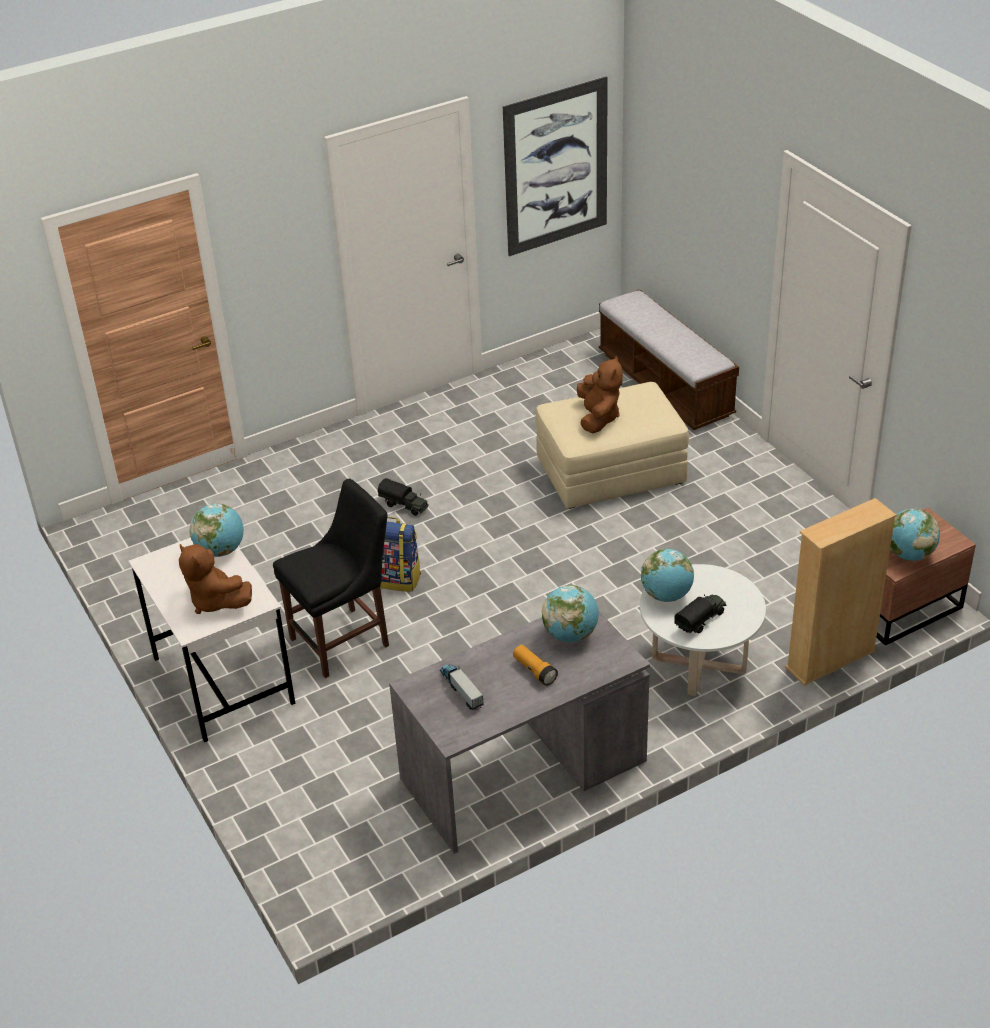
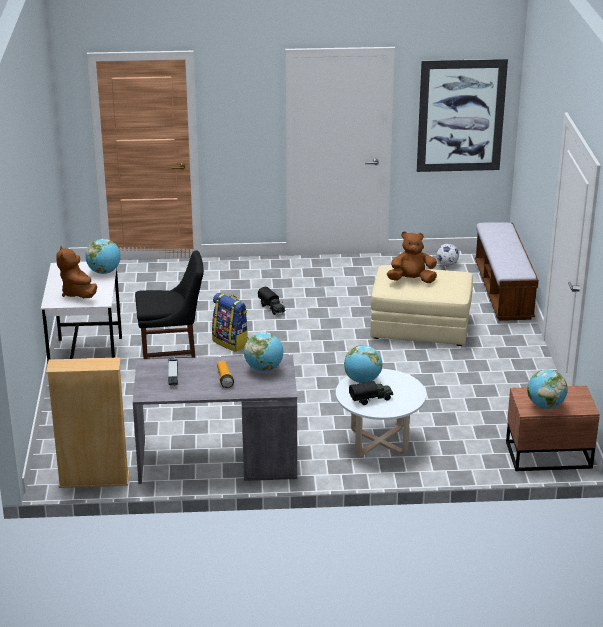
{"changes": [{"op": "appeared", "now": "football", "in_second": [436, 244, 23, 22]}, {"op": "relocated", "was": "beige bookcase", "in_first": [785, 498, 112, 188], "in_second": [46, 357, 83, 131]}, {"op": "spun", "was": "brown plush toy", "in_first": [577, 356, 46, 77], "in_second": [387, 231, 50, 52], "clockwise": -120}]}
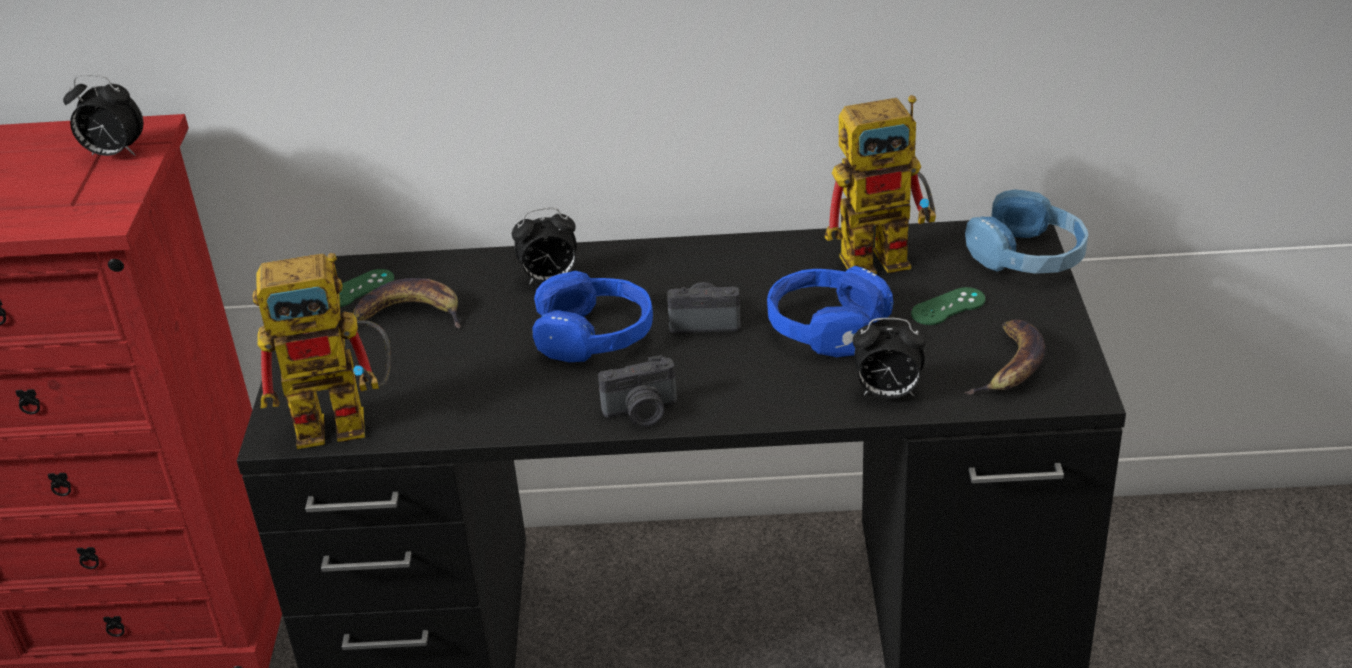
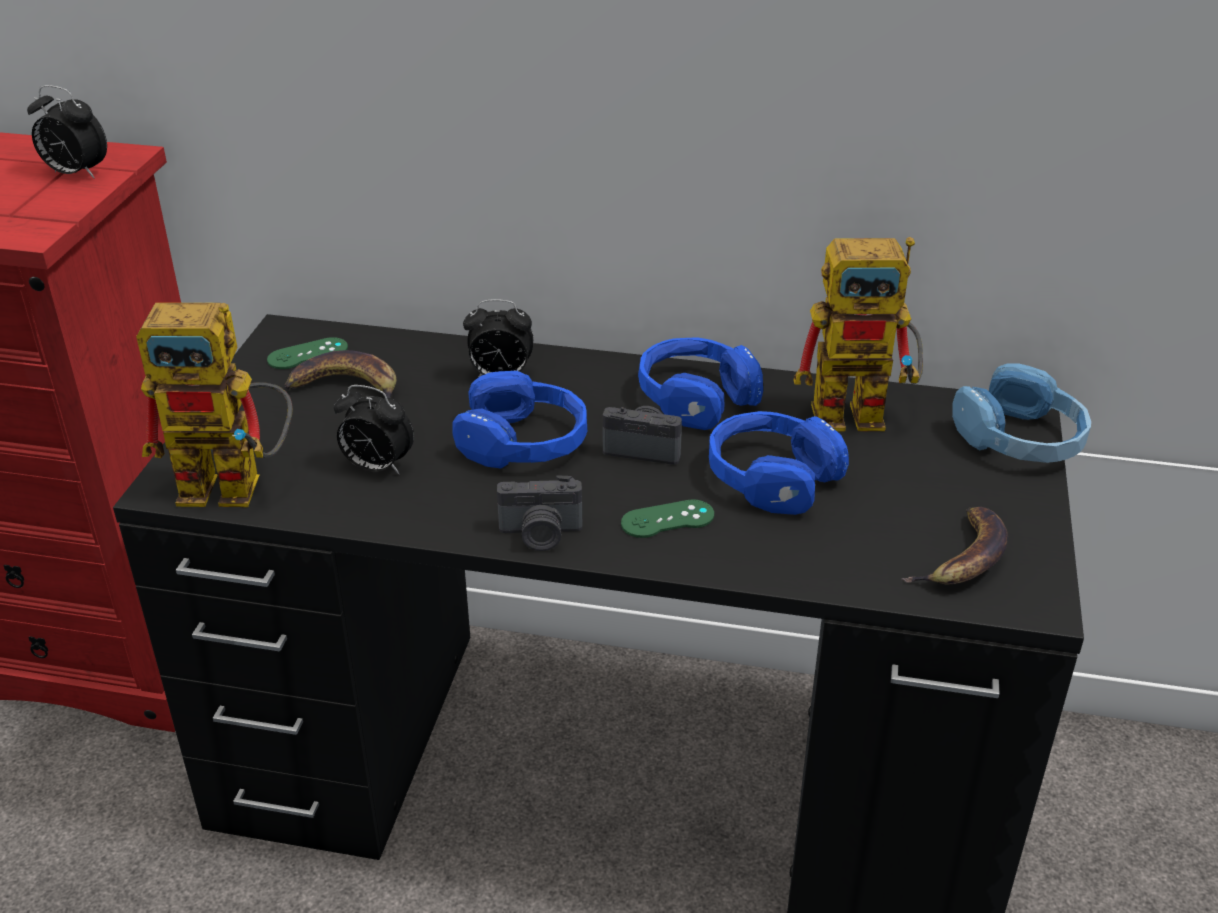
{"changes": [{"op": "appeared", "now": "blue headphones", "in_second": [638, 337, 125, 93]}, {"op": "relocated", "was": "alarm clock", "in_first": [853, 318, 73, 80], "in_second": [334, 385, 80, 89]}, {"op": "relocated", "was": "green game controller", "in_first": [911, 287, 74, 38], "in_second": [621, 499, 93, 39]}]}
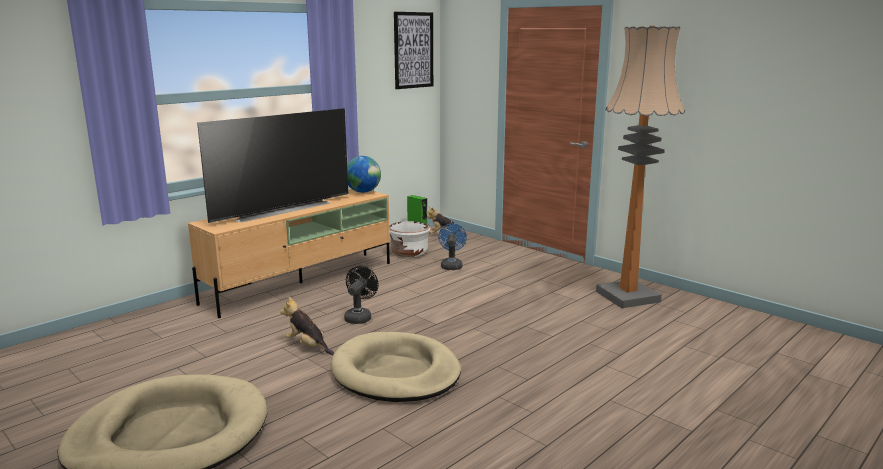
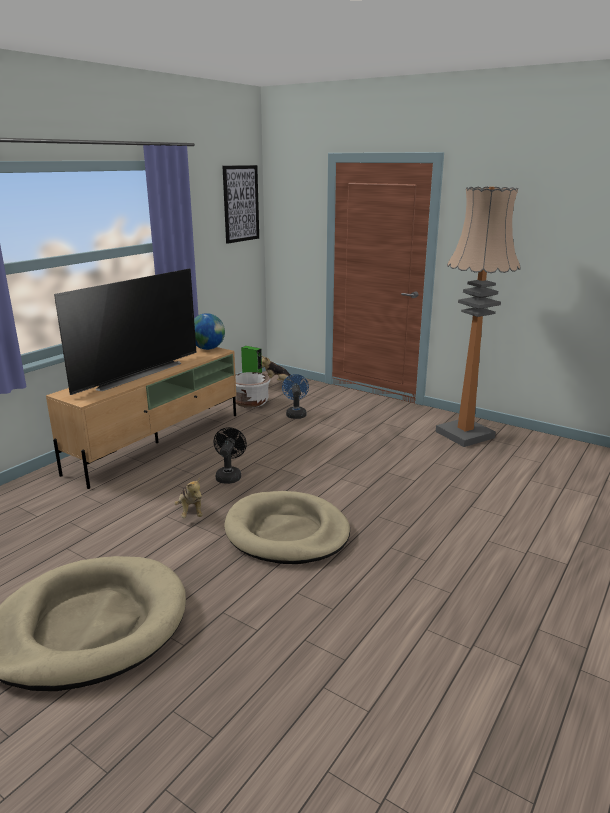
{"changes": [{"op": "spun", "was": "plush toy", "in_first": [280, 297, 54, 58], "in_second": [174, 477, 29, 41], "clockwise": -135}]}
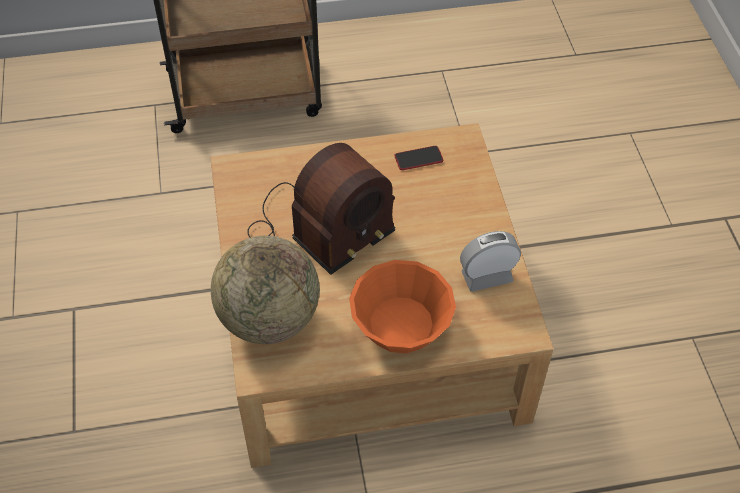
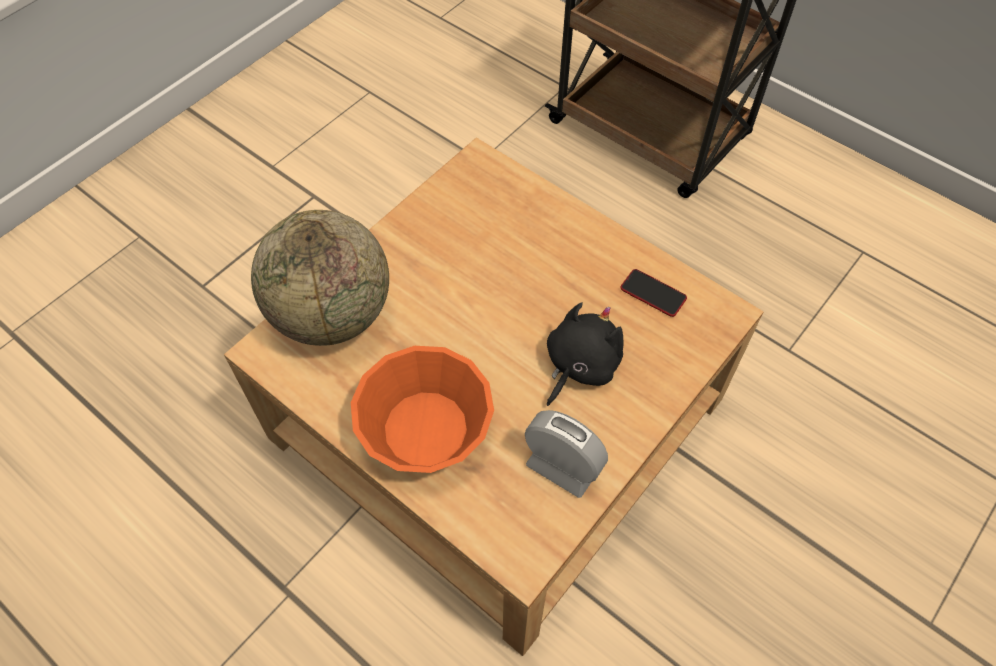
{"changes": [{"op": "missing", "was": "radio", "in_first": [247, 143, 148, 132]}, {"op": "appeared", "now": "black plush toy", "in_second": [547, 302, 76, 104]}]}
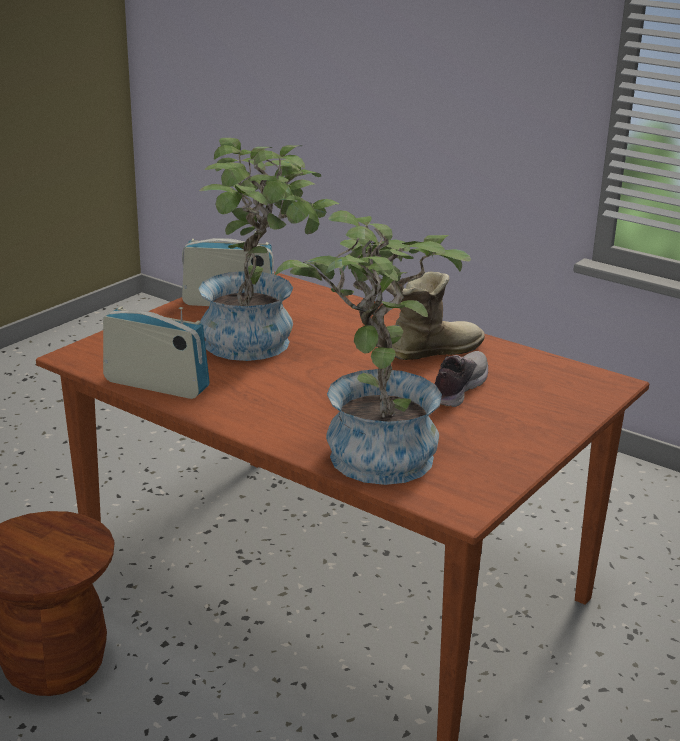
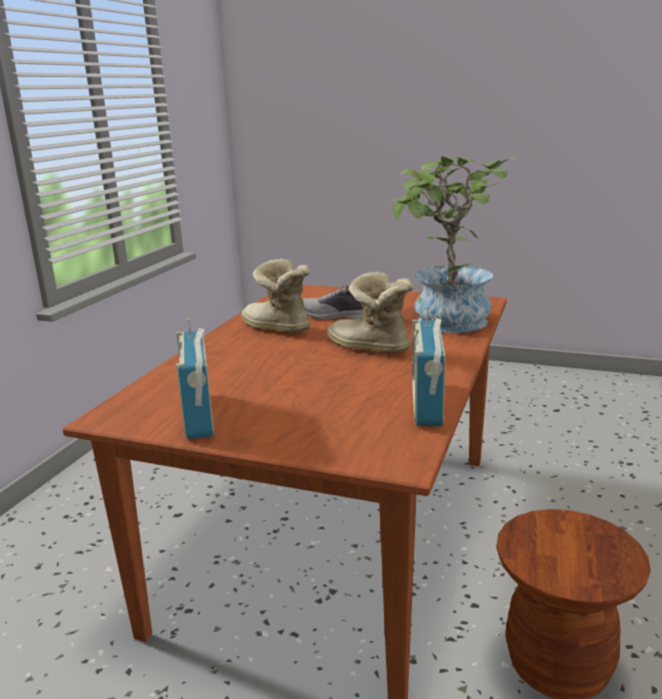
{"changes": [{"op": "missing", "was": "potted plant", "in_first": [198, 138, 141, 223]}, {"op": "appeared", "now": "boot", "in_second": [327, 272, 87, 81]}]}
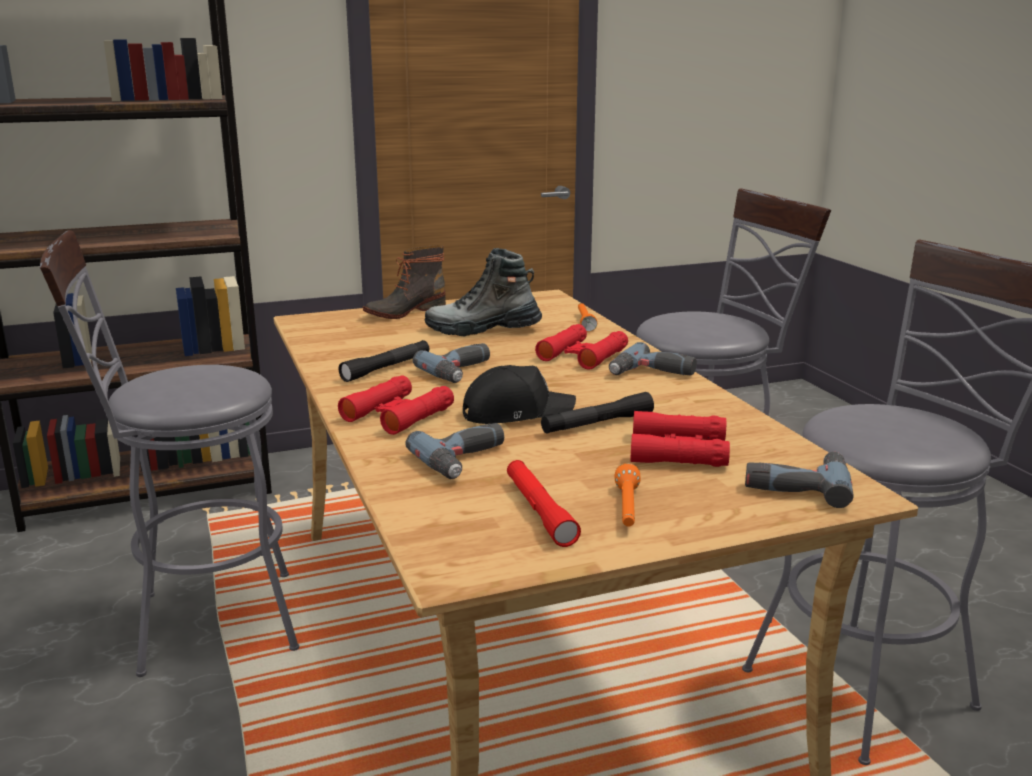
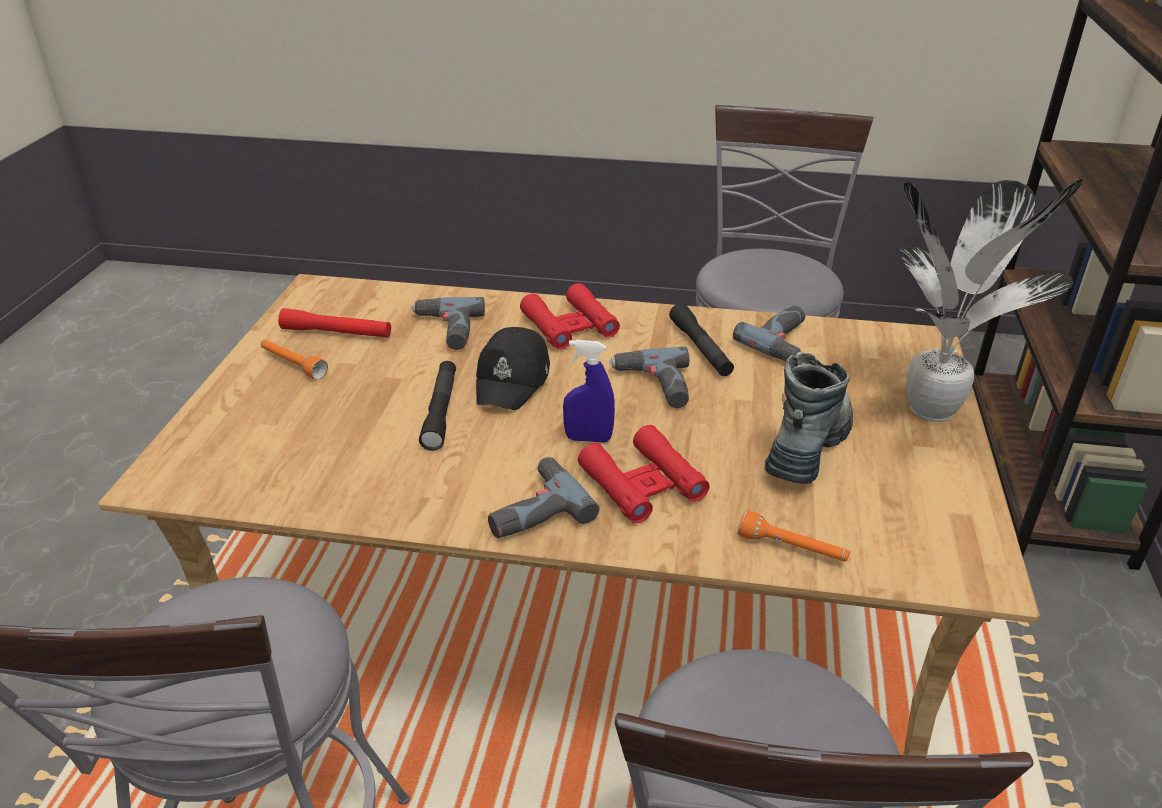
{"changes": [{"op": "missing", "was": "red binoculars", "in_first": [630, 411, 100, 56]}, {"op": "appeared", "now": "blue spray bottle", "in_second": [563, 340, 52, 103]}, {"op": "relocated", "was": "power drill", "in_first": [745, 452, 109, 56], "in_second": [733, 305, 72, 56]}, {"op": "exchanged", "was": "boot", "now": "potted plant", "in_first": [363, 245, 83, 74], "in_second": [900, 179, 183, 243]}]}
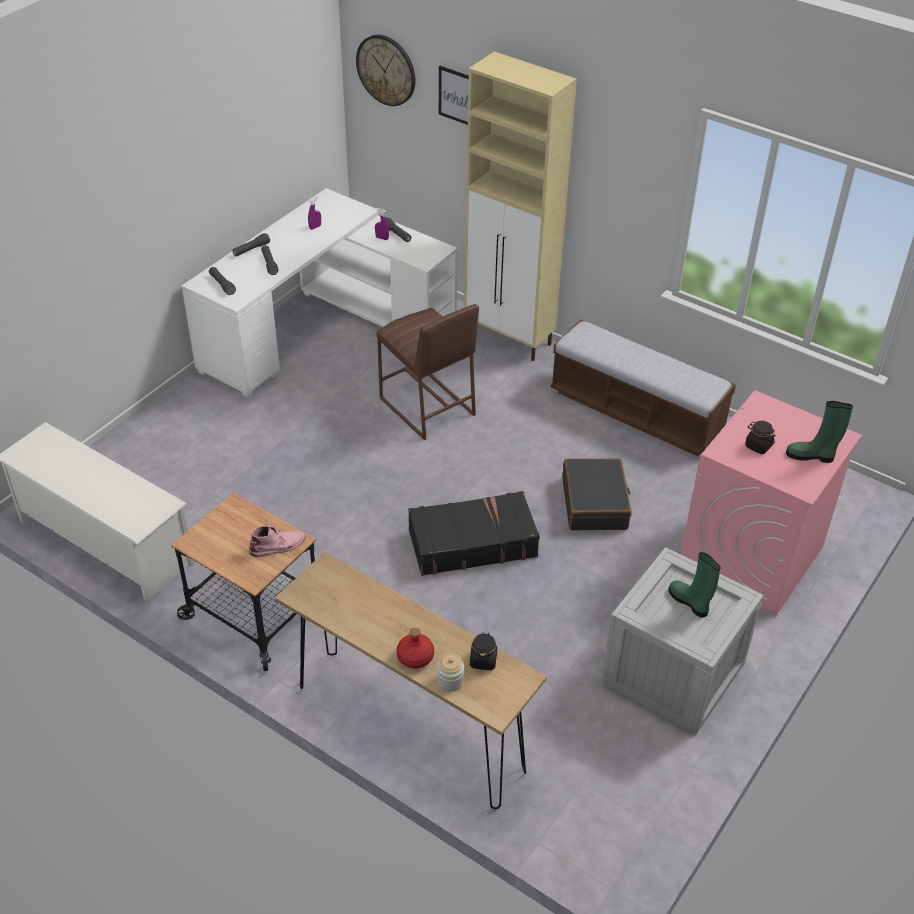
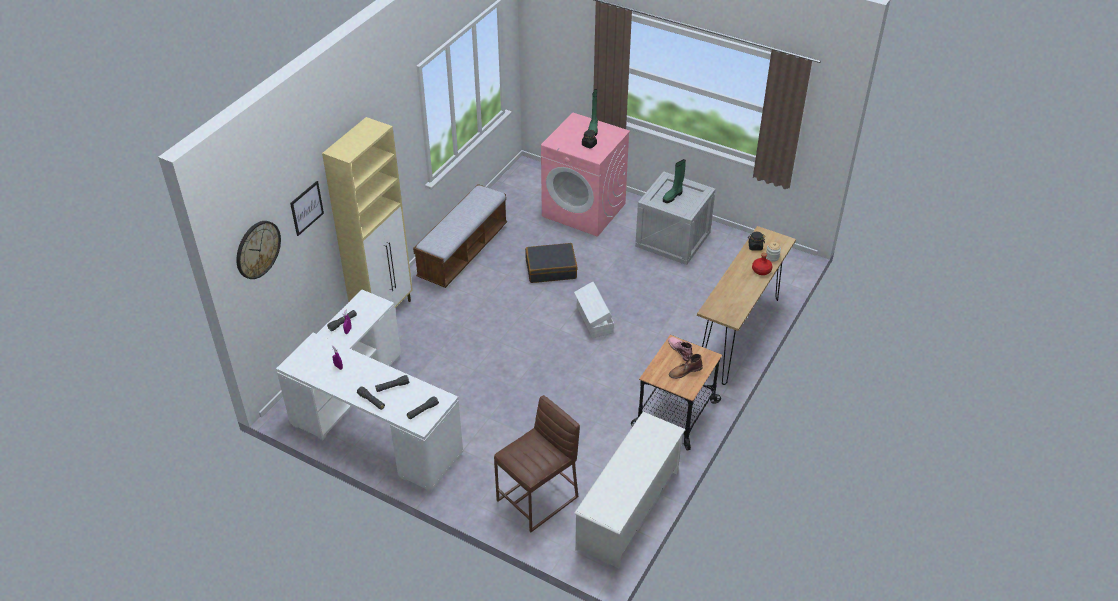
{"changes": [{"op": "appeared", "now": "brown boot", "in_second": [669, 354, 34, 25]}, {"op": "relocated", "was": "brown stool", "in_first": [377, 304, 102, 136], "in_second": [494, 395, 86, 137]}, {"op": "exchanged", "was": "black suitcase", "now": "white storage box", "in_first": [408, 491, 132, 85], "in_second": [574, 282, 40, 56]}]}
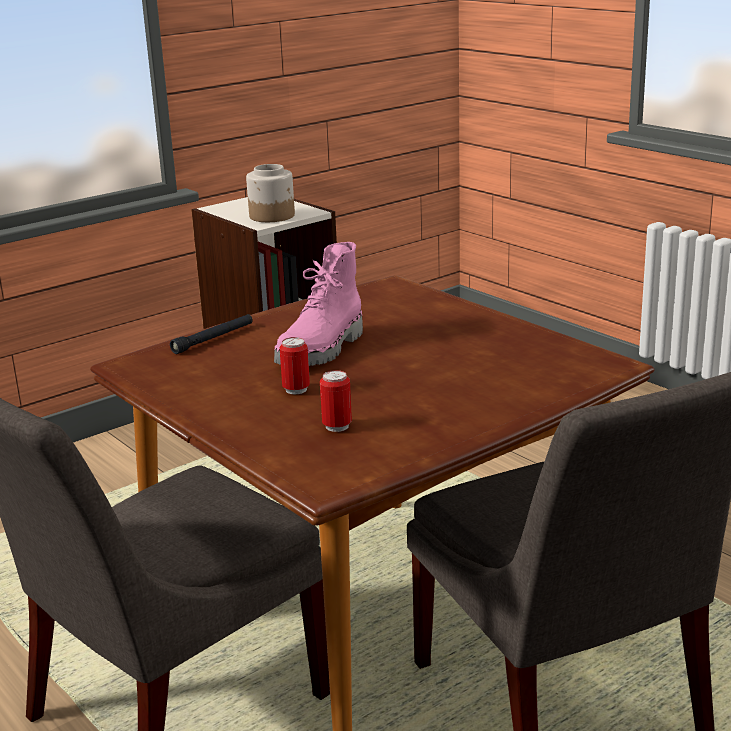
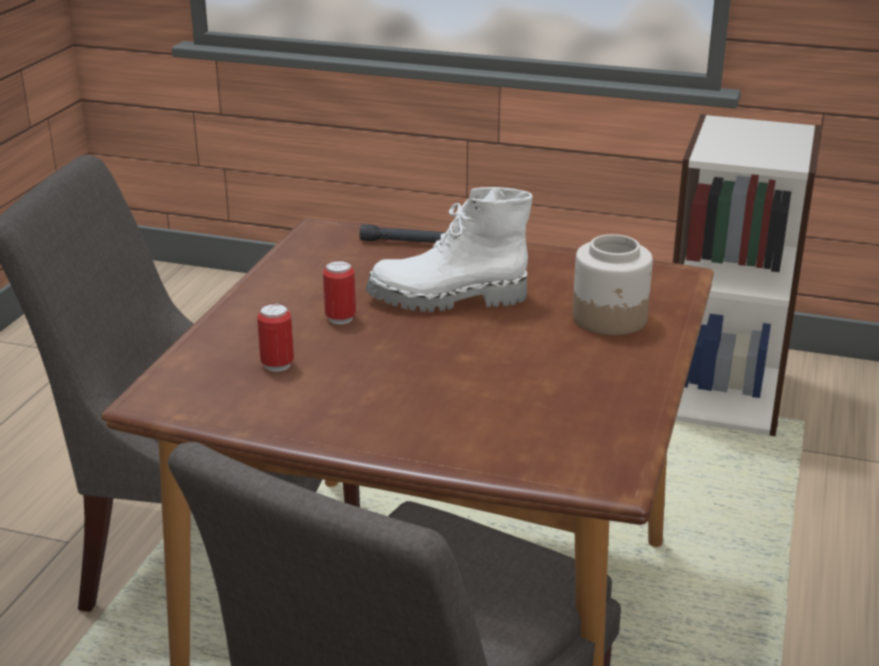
{"changes": [{"op": "relocated", "was": "jar", "in_first": [246, 164, 49, 58], "in_second": [573, 234, 80, 101]}, {"op": "colour", "was": "pink boot", "now": "white boot", "in_first": [274, 242, 89, 124], "in_second": [366, 187, 167, 125]}]}
